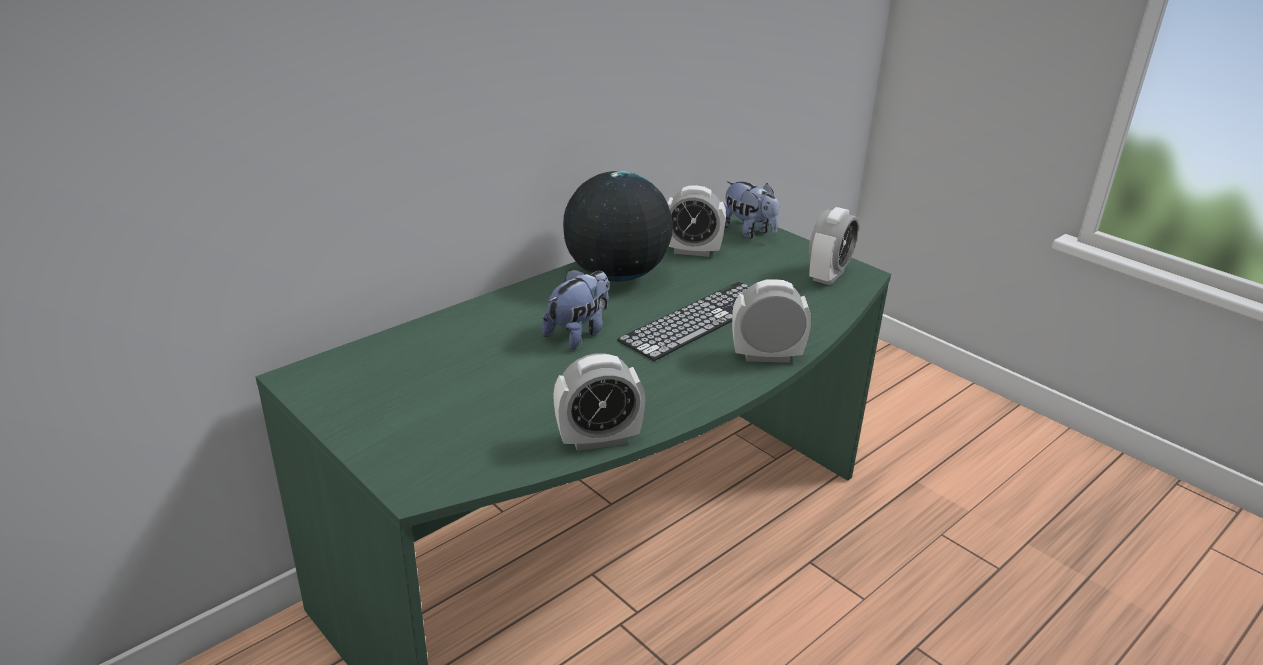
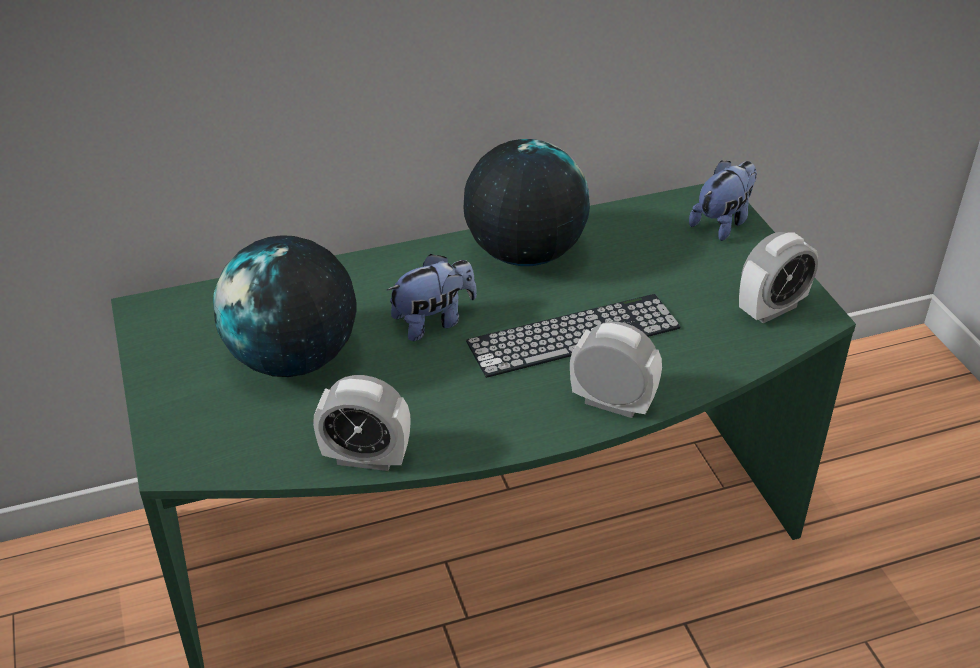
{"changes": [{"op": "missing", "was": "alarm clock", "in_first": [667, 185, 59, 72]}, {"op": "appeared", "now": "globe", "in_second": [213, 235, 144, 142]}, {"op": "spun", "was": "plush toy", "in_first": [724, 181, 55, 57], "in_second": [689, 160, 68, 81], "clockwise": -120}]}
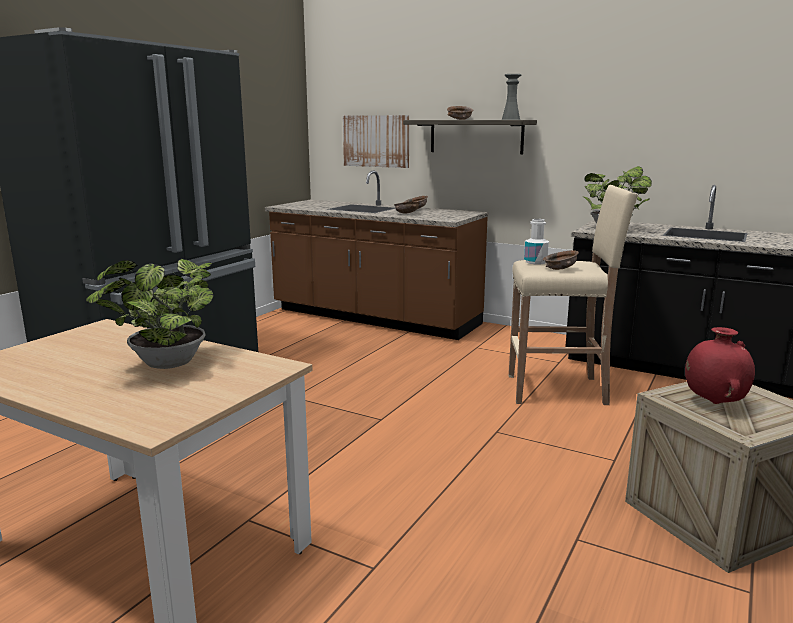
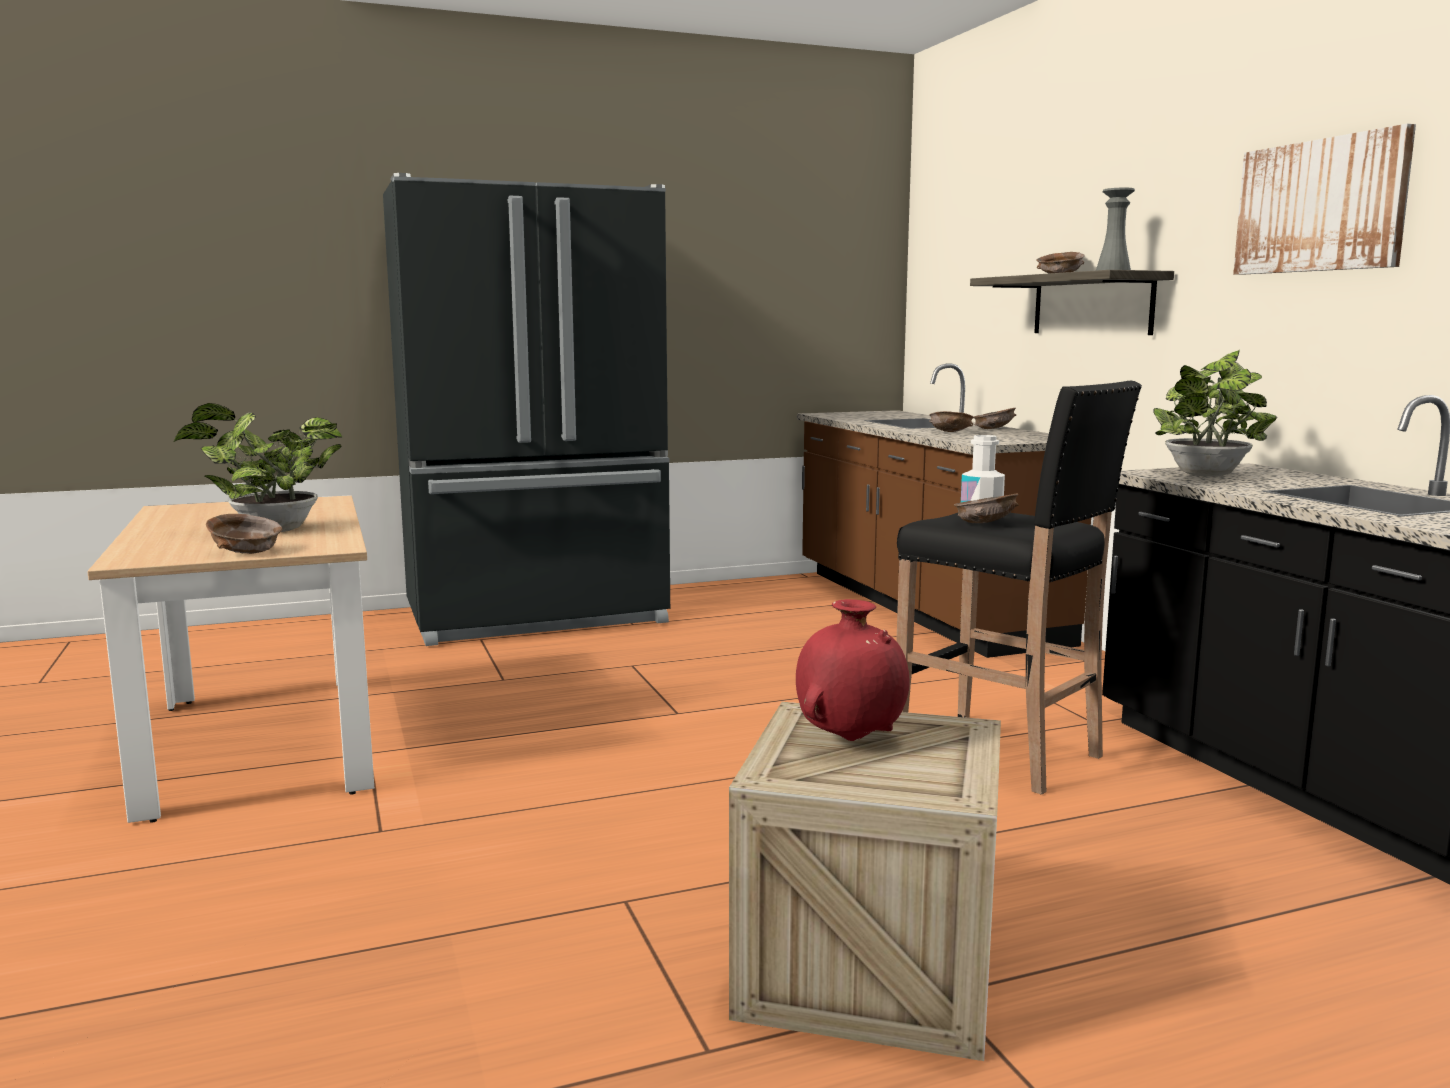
{"changes": [{"op": "appeared", "now": "brown bowl", "in_second": [206, 514, 76, 40]}, {"op": "relocated", "was": "picture", "in_first": [343, 115, 66, 53], "in_second": [1233, 124, 183, 151]}, {"op": "colour", "was": "beige stool", "now": "black stool", "in_first": [509, 185, 129, 220], "in_second": [896, 381, 246, 414]}]}
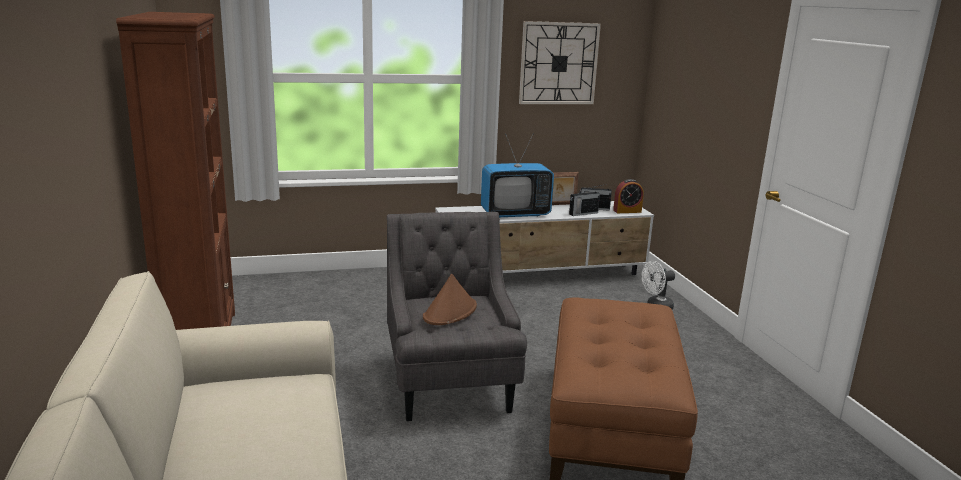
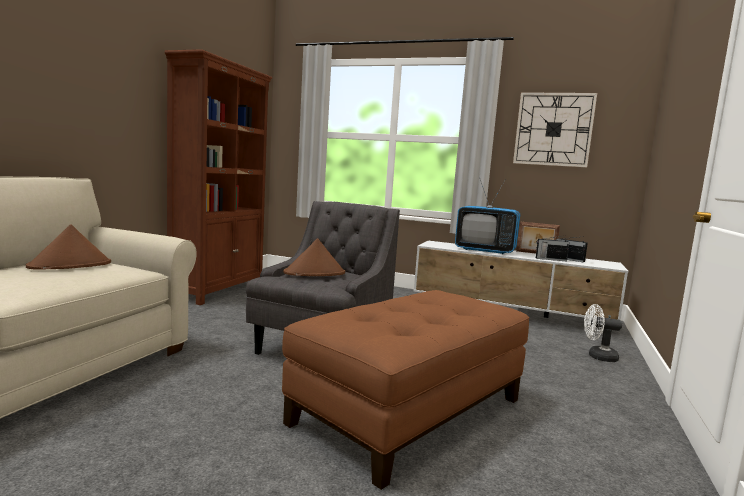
{"changes": [{"op": "missing", "was": "alarm clock", "in_first": [613, 179, 31, 34]}, {"op": "appeared", "now": "brown hat", "in_second": [26, 225, 85, 45]}]}
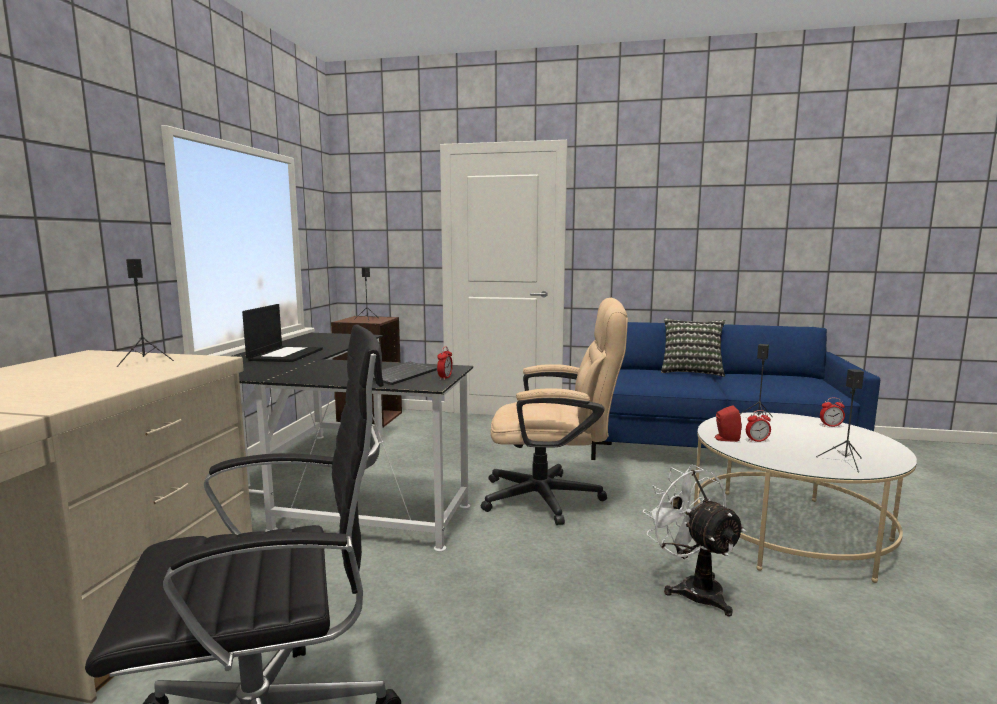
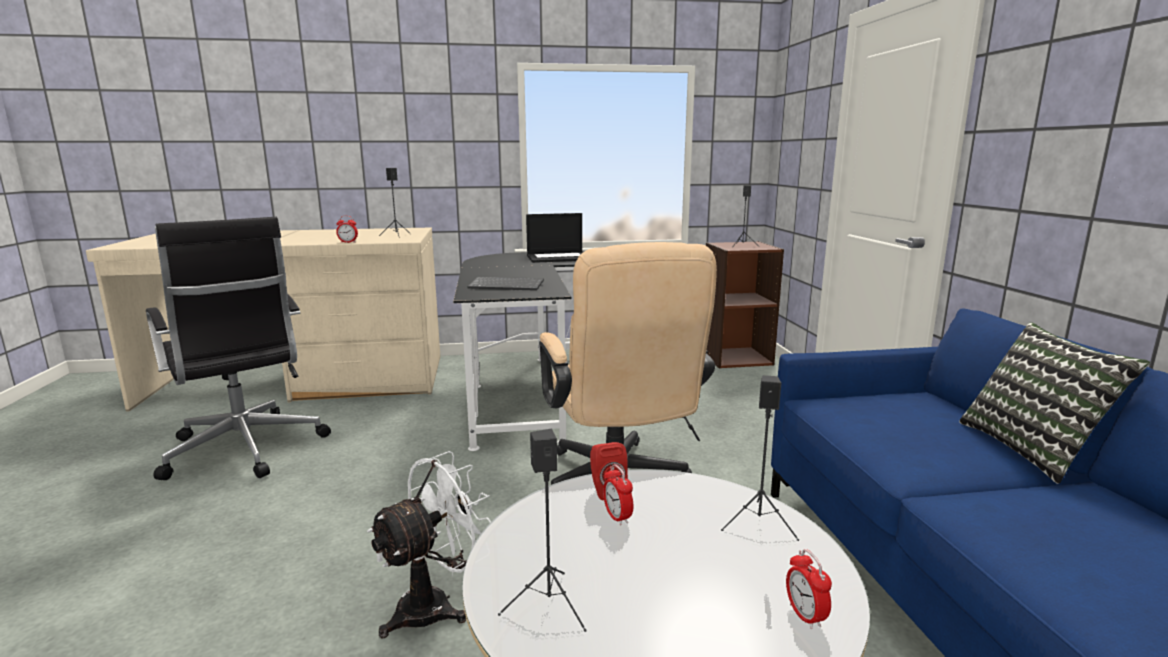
{"changes": [{"op": "relocated", "was": "alarm clock", "in_first": [437, 346, 16, 34], "in_second": [336, 216, 22, 27]}]}
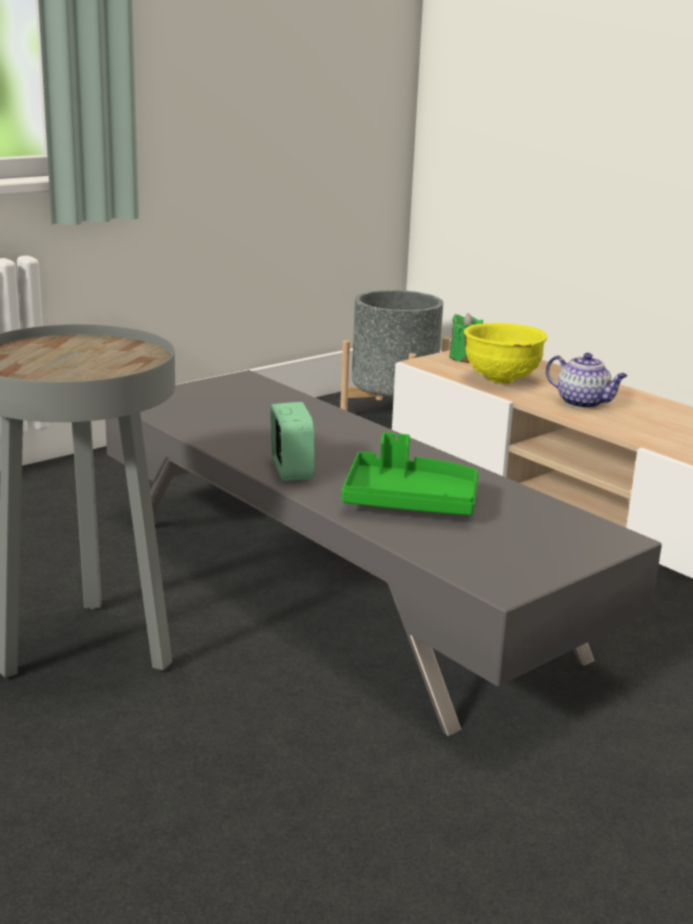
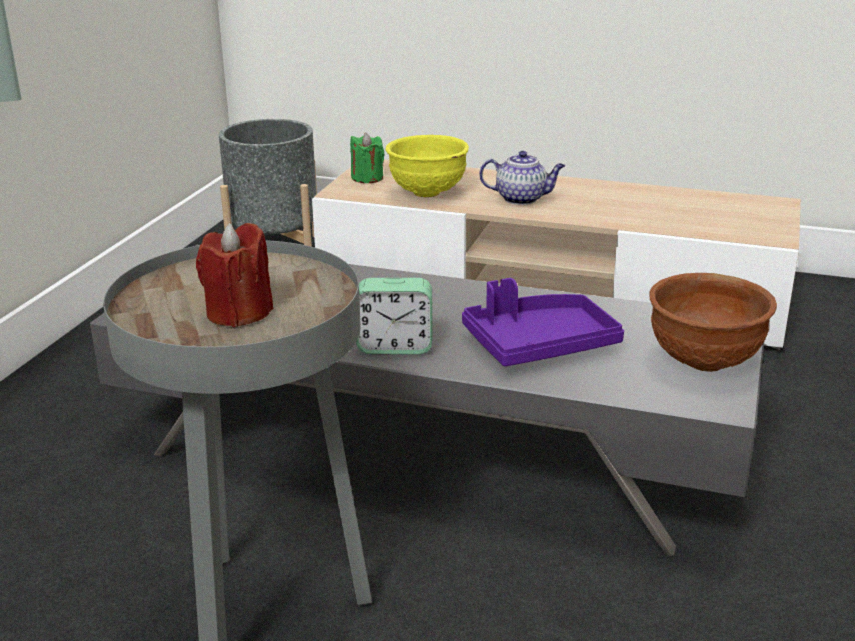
{"changes": [{"op": "appeared", "now": "red candle", "in_second": [196, 223, 77, 104]}, {"op": "appeared", "now": "brown bowl", "in_second": [649, 273, 128, 99]}, {"op": "colour", "was": "green tray", "now": "purple tray", "in_first": [341, 432, 138, 83], "in_second": [462, 278, 162, 89]}, {"op": "spun", "was": "alarm clock", "in_first": [271, 402, 44, 79], "in_second": [356, 278, 76, 76], "clockwise": 135}]}
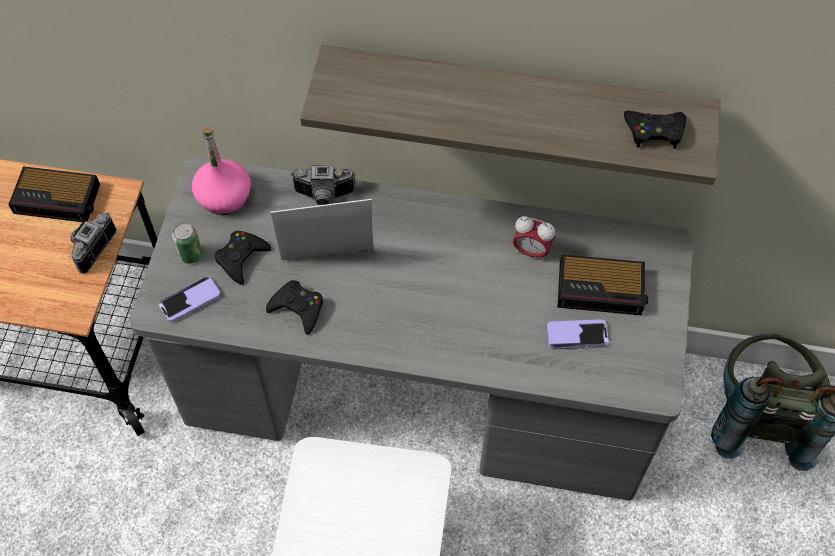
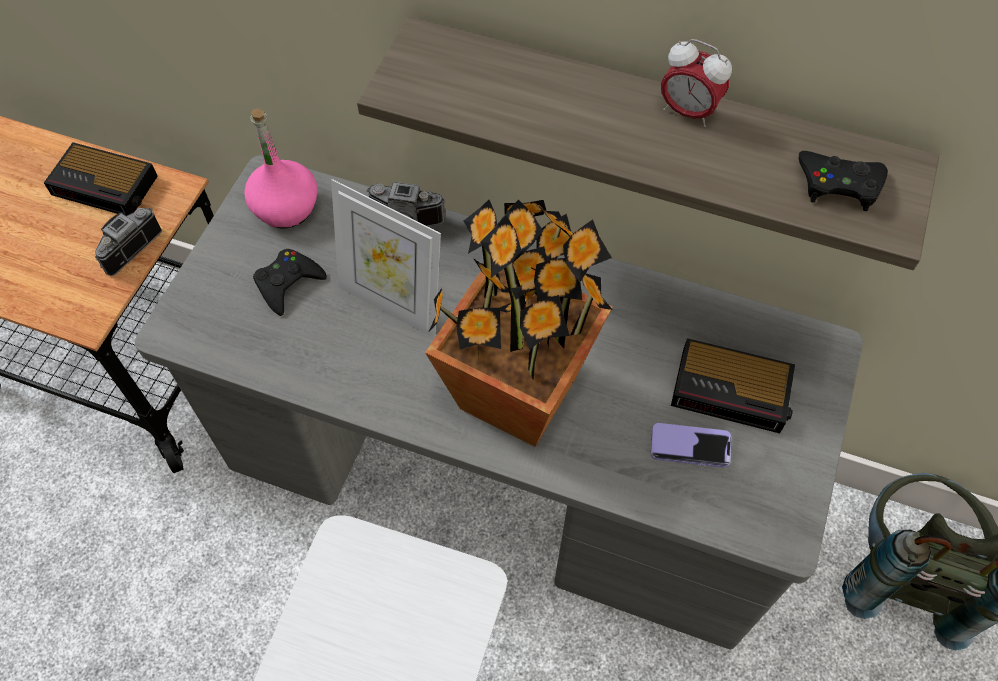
{"changes": [{"op": "missing", "was": "phone", "in_first": [158, 276, 62, 46]}, {"op": "missing", "was": "can", "in_first": [172, 223, 30, 41]}, {"op": "missing", "was": "black game controller", "in_first": [266, 280, 57, 55]}, {"op": "appeared", "now": "potted plant", "in_second": [425, 200, 188, 247]}, {"op": "relocated", "was": "alarm clock", "in_first": [513, 216, 42, 45], "in_second": [661, 39, 71, 88]}, {"op": "spun", "was": "picture frame", "in_first": [271, 199, 102, 61], "in_second": [331, 179, 110, 159], "clockwise": -150}]}
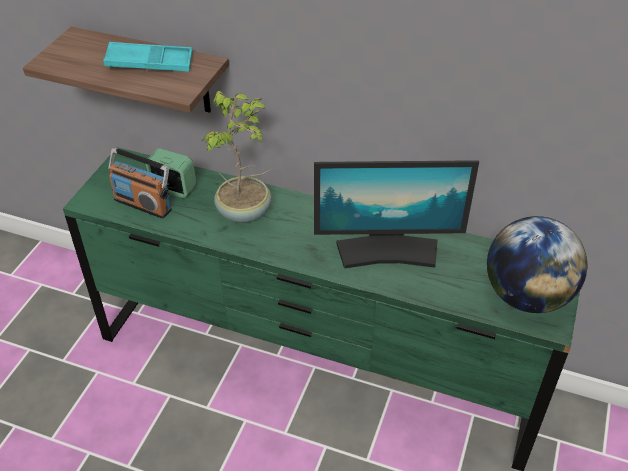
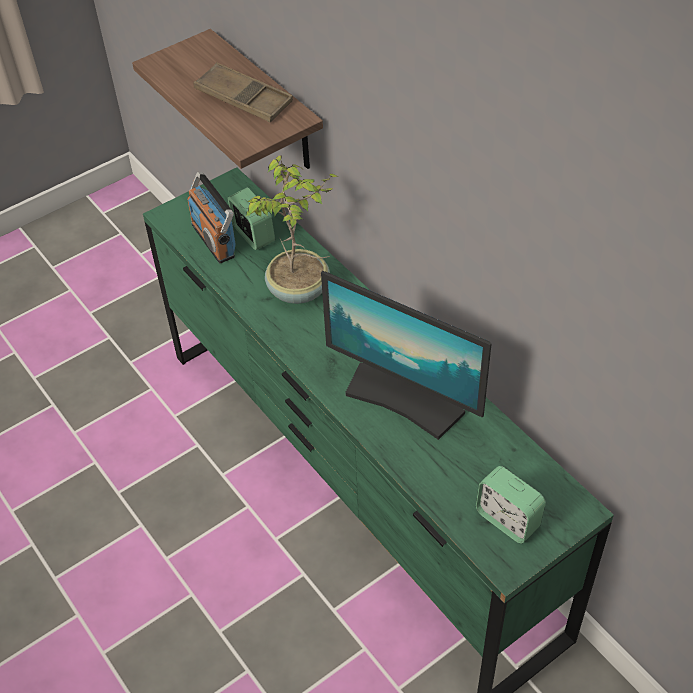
{"changes": [{"op": "exchanged", "was": "globe", "now": "alarm clock", "in_first": [487, 216, 100, 97], "in_second": [476, 466, 70, 77]}, {"op": "colour", "was": "turquoise tray", "now": "brown tray", "in_first": [103, 42, 89, 30], "in_second": [193, 62, 100, 60]}]}
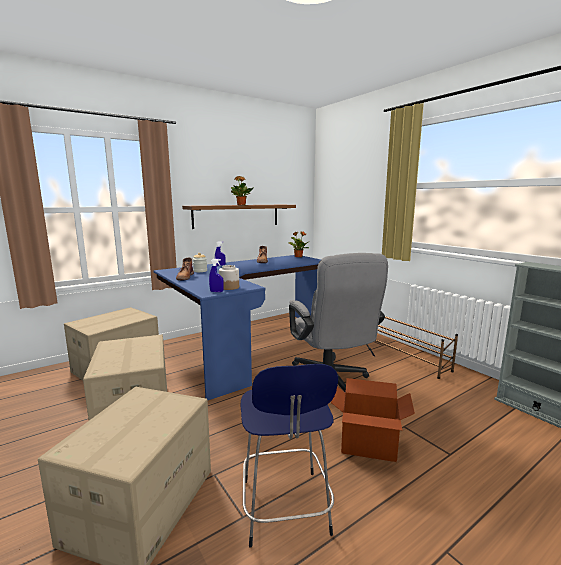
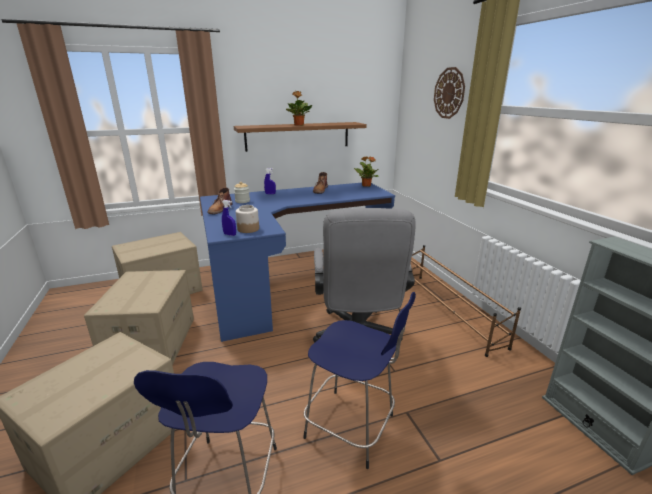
{"changes": [{"op": "appeared", "now": "wall clock", "in_second": [434, 67, 31, 52]}, {"op": "exchanged", "was": "cardboard box", "now": "blue stool", "in_first": [331, 378, 84, 84], "in_second": [303, 292, 113, 177]}]}
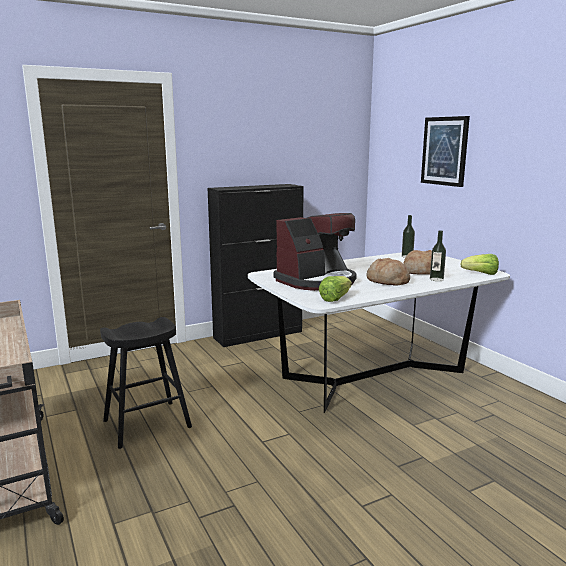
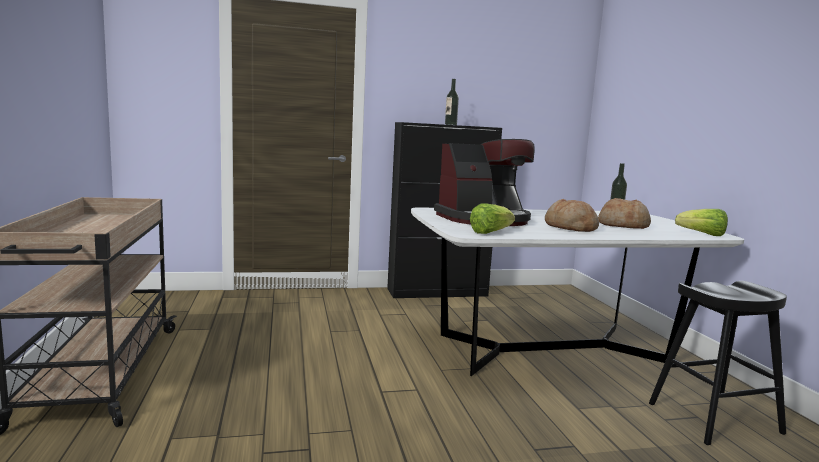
{"changes": [{"op": "missing", "was": "picture", "in_first": [421, 116, 49, 71]}, {"op": "relocated", "was": "black stool", "in_first": [100, 317, 92, 132], "in_second": [649, 281, 138, 164]}, {"op": "relocated", "was": "bottle", "in_first": [430, 231, 16, 50], "in_second": [445, 79, 14, 46]}]}
